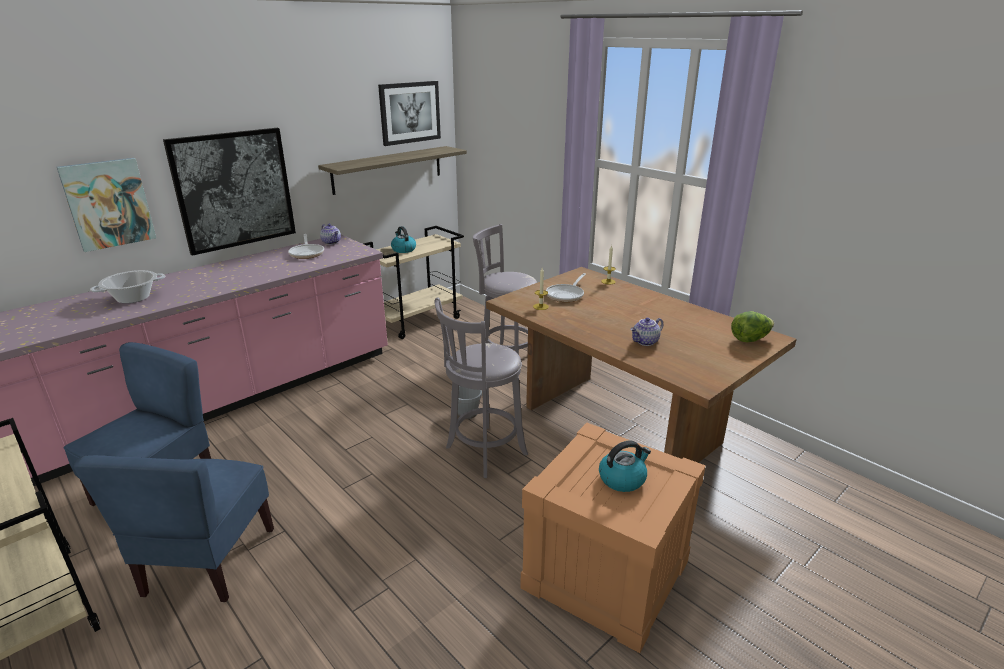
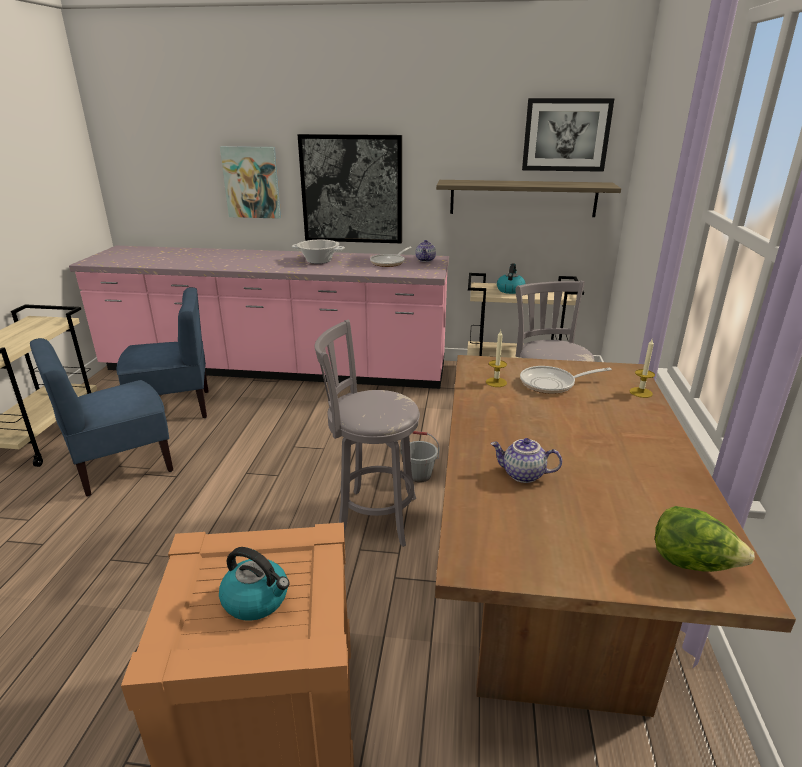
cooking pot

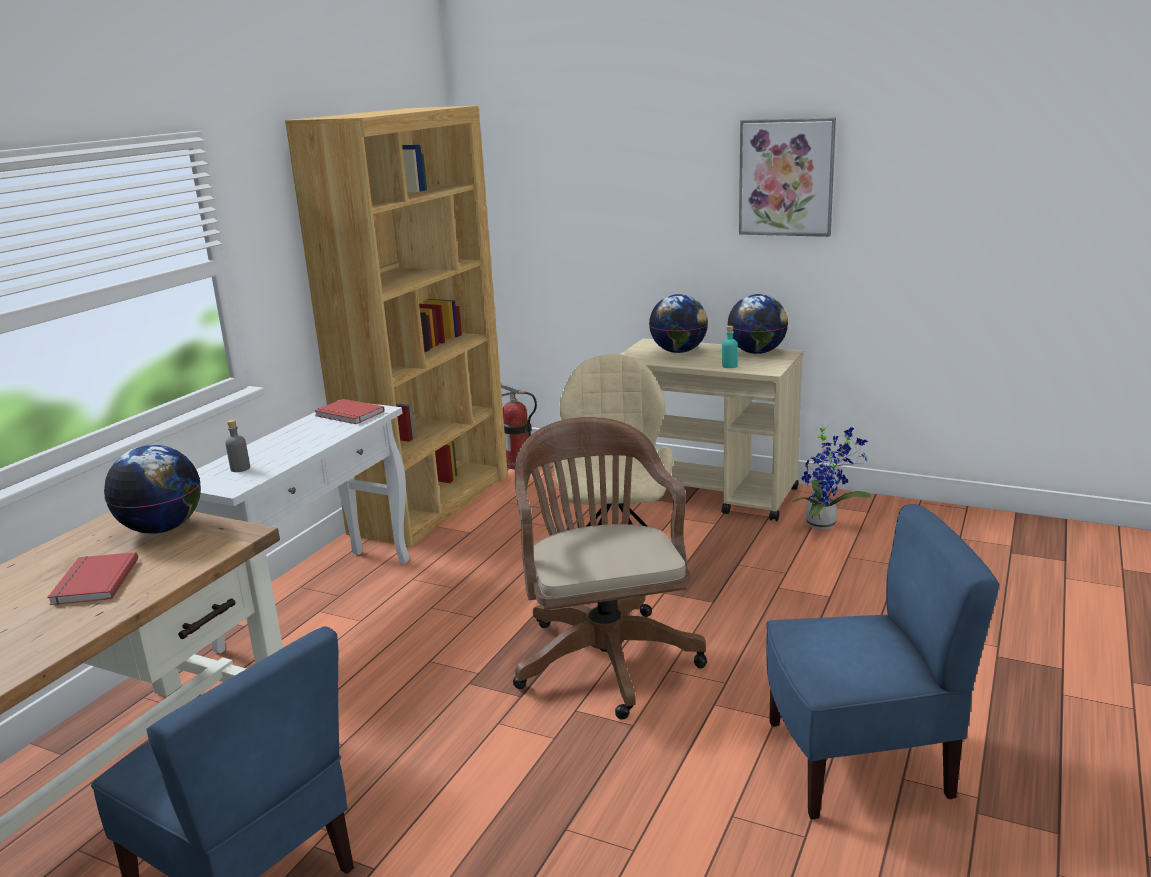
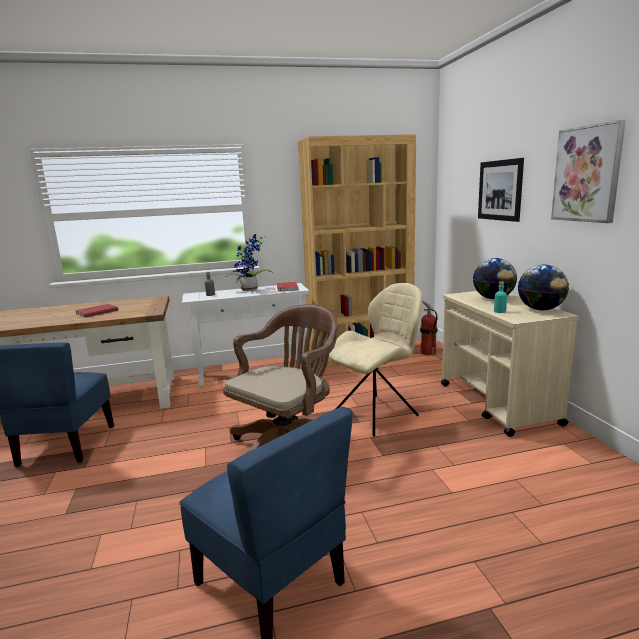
potted plant; desk globe (no. 1 from left in the first image); wall picture (no. 1 from left)

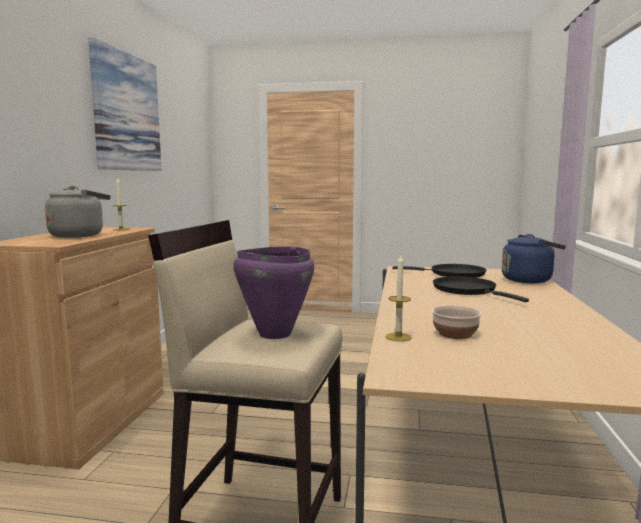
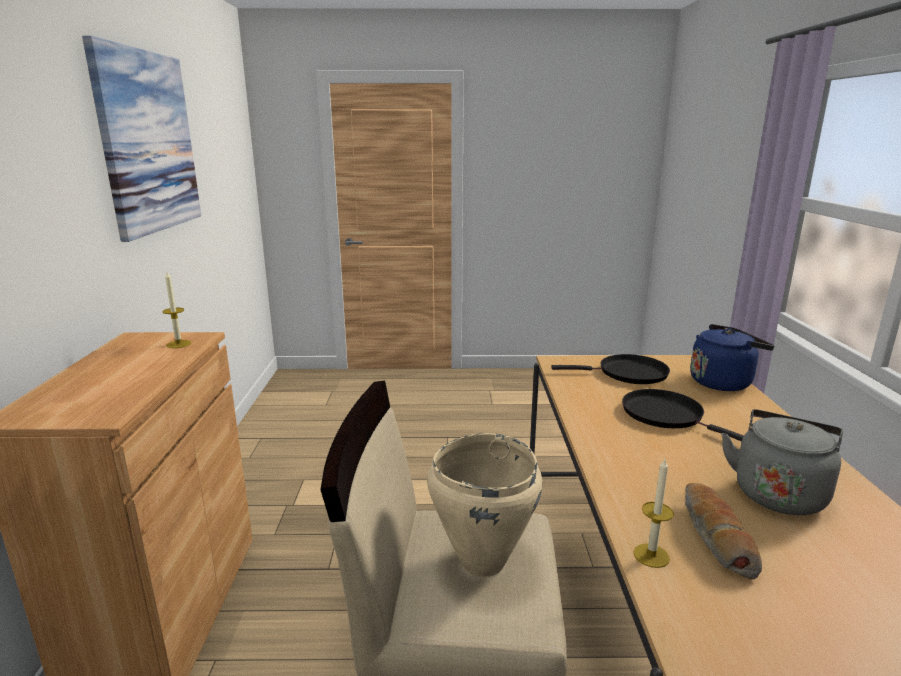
greyish kettle; sand-coloured cooking pot; bakery bread

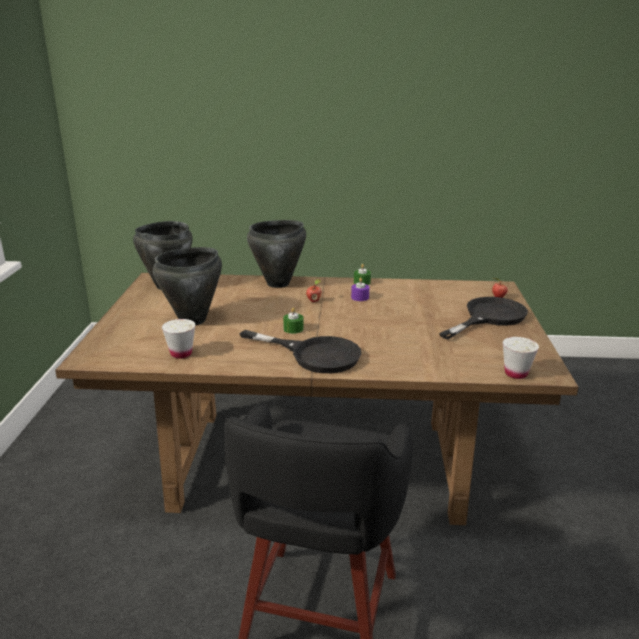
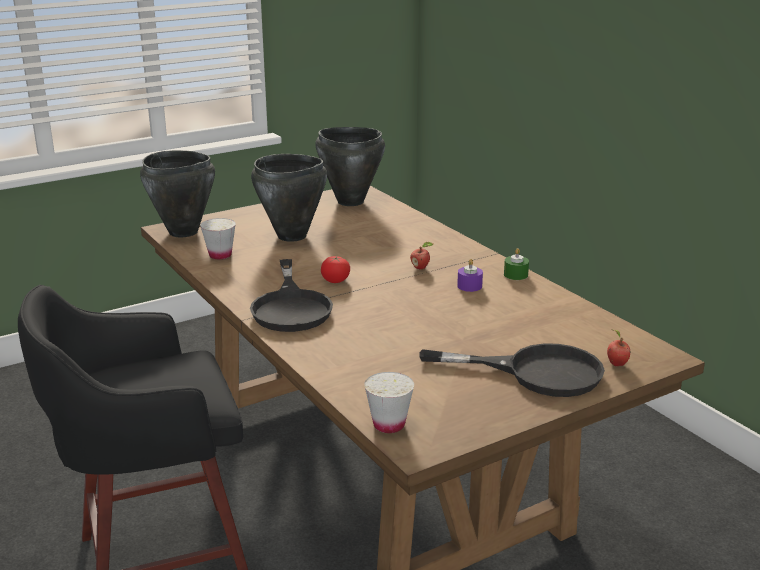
black-coloured cooking pot (no. 1 from left); whole tomato

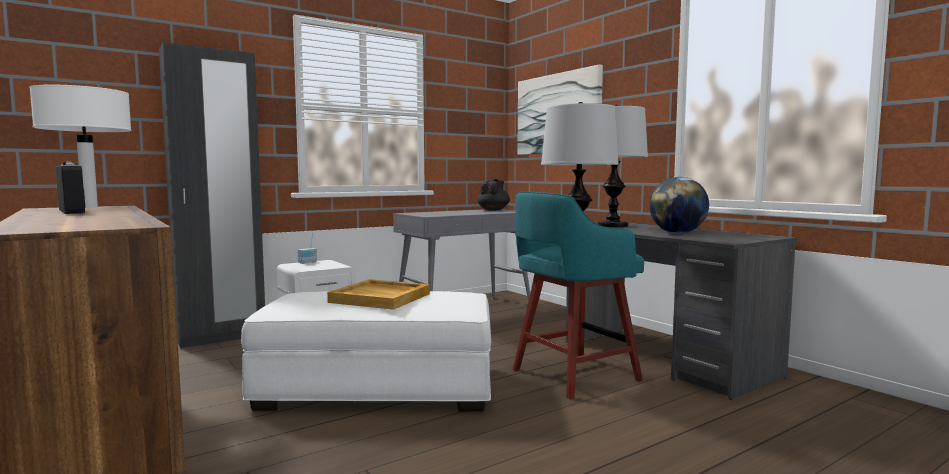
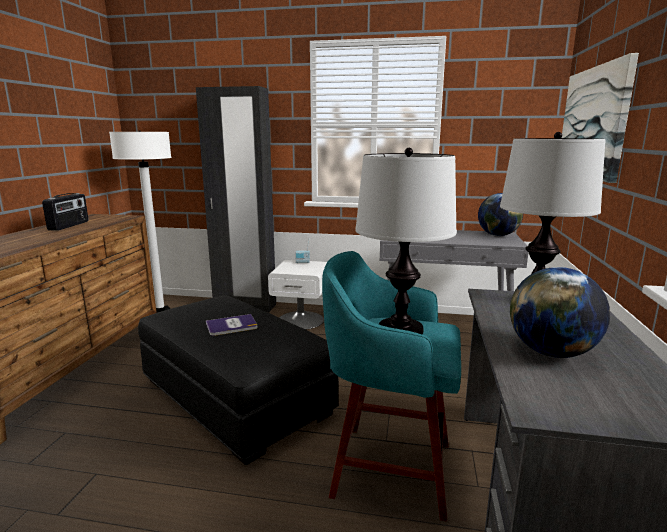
desk globe (no. 1 from left); volume; black-coloured footrest

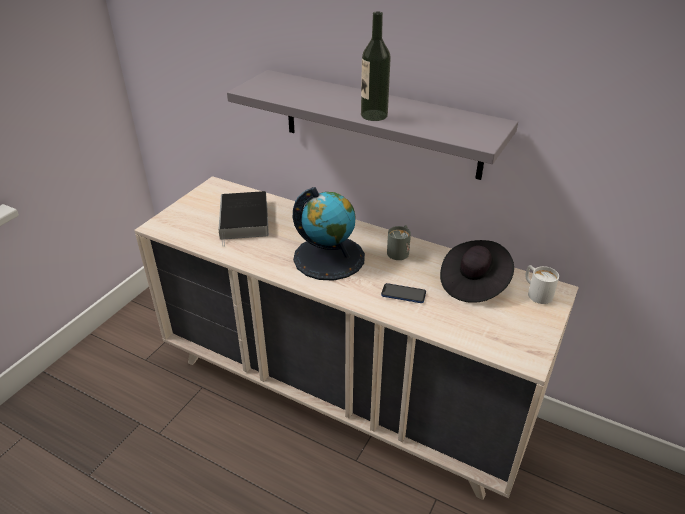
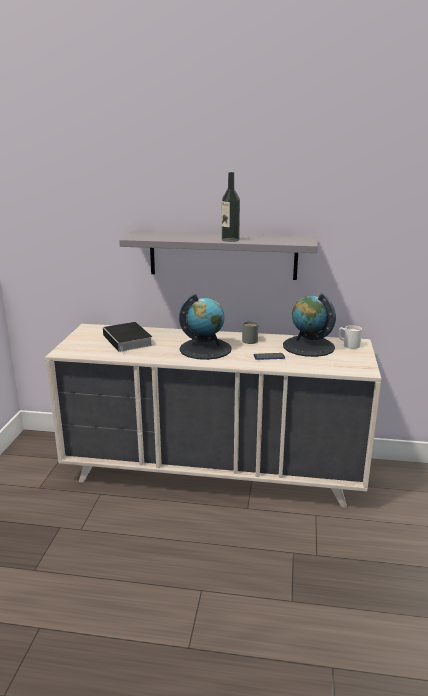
desk globe (no. 2 from left)

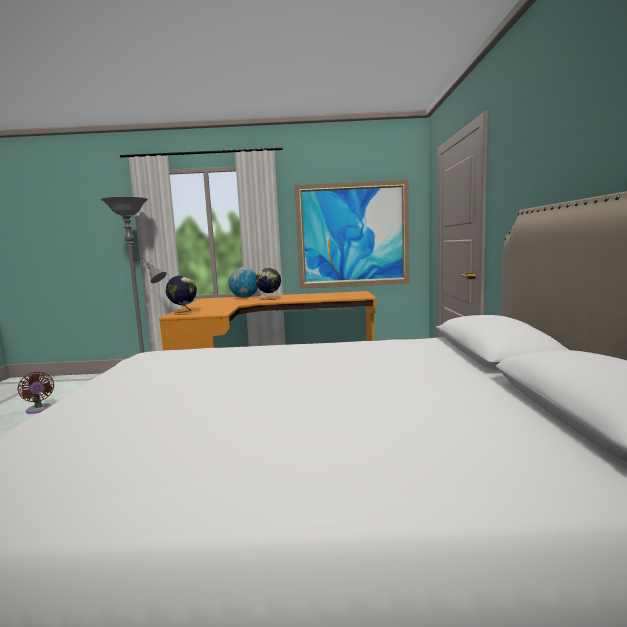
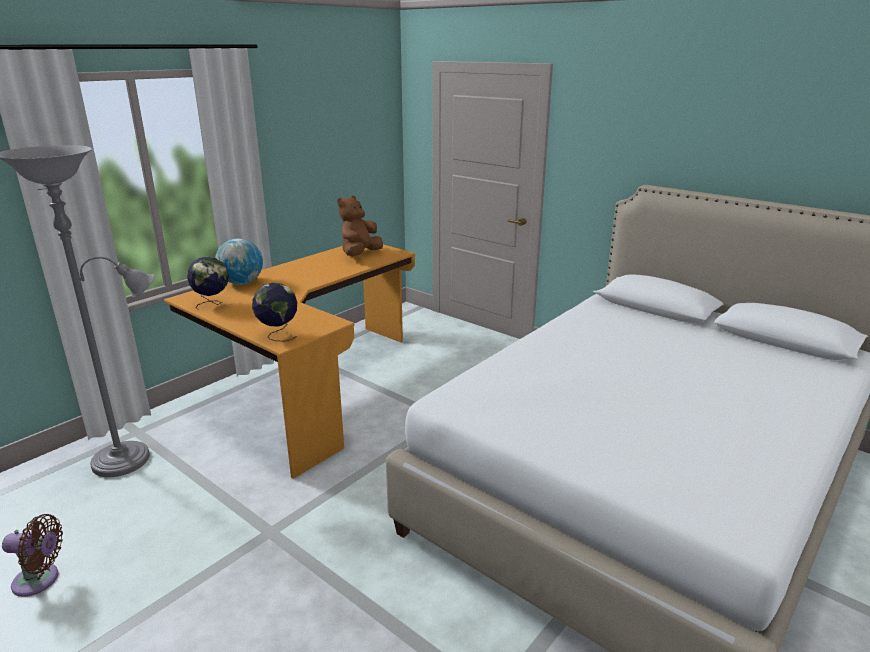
wall picture; desk globe (no. 1 from left); brownish plush toy

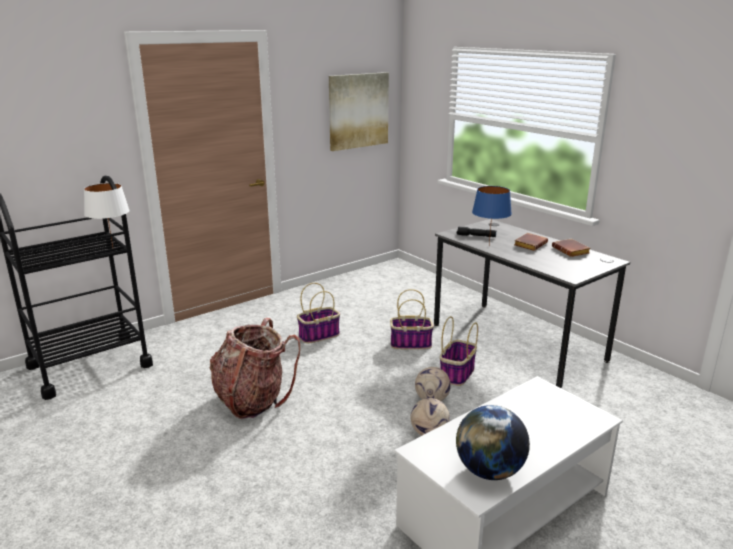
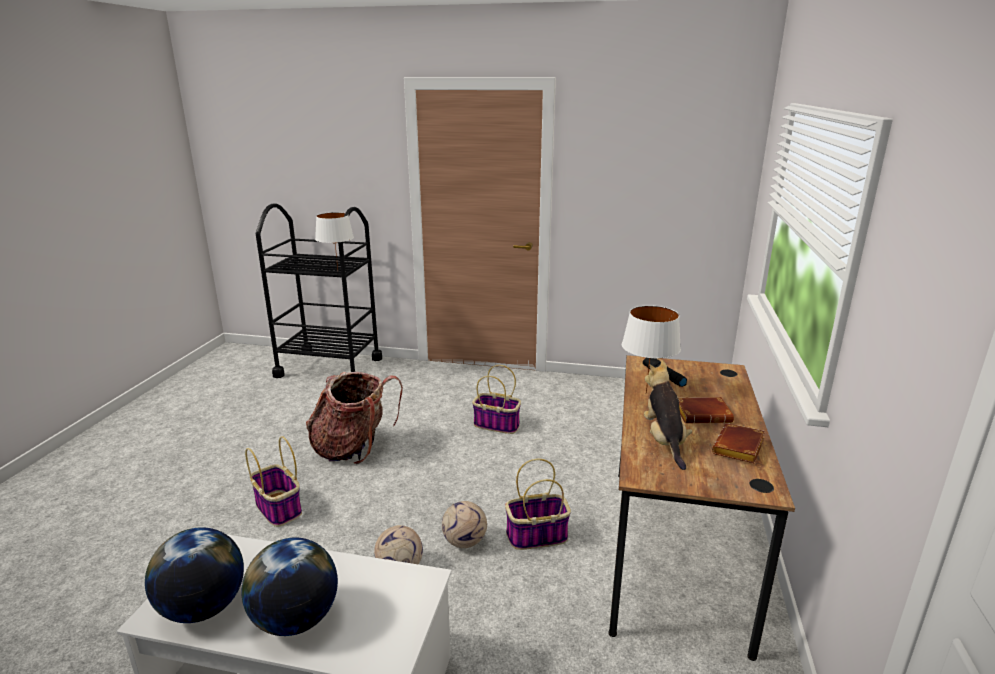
wall picture; white table lamp (no. 2 from left); brownish desk unit; household basket (no. 1 from left); plush toy; desk globe (no. 2 from left)

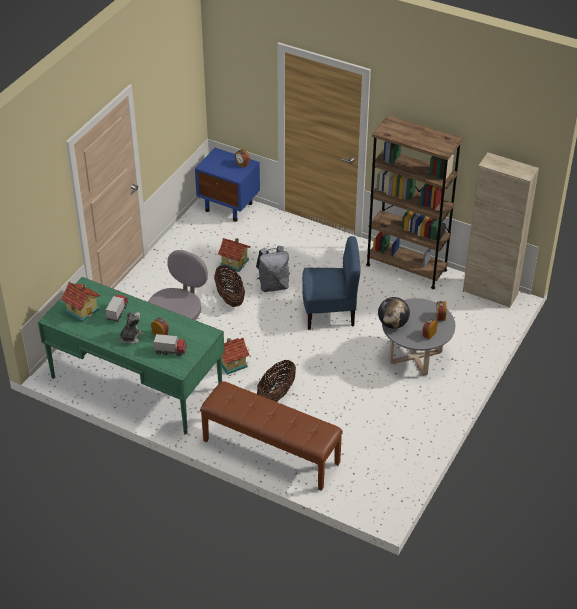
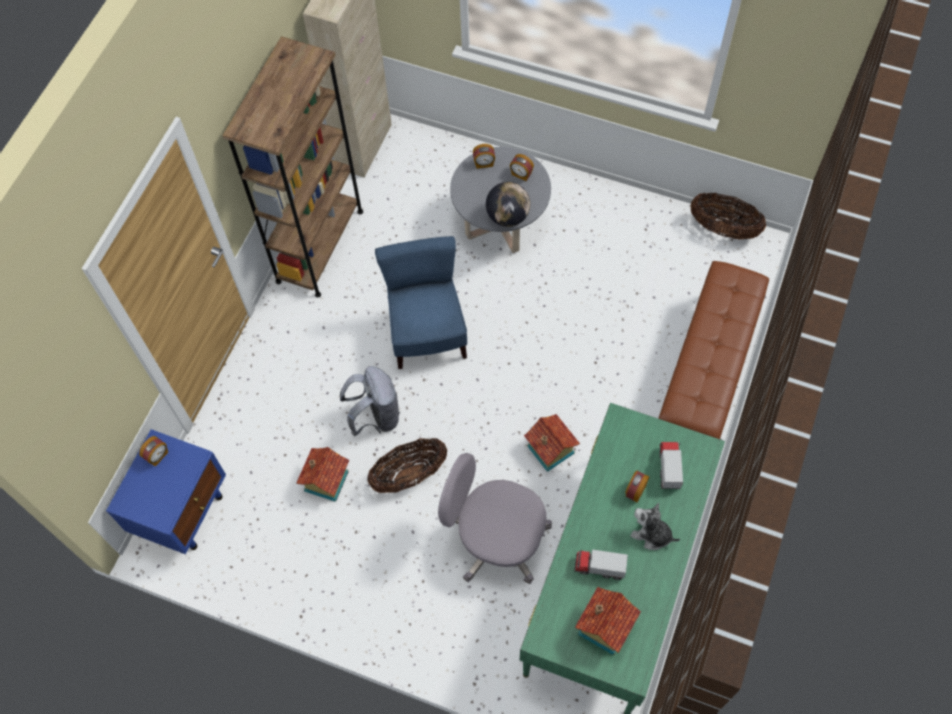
household basket (no. 2 from left)

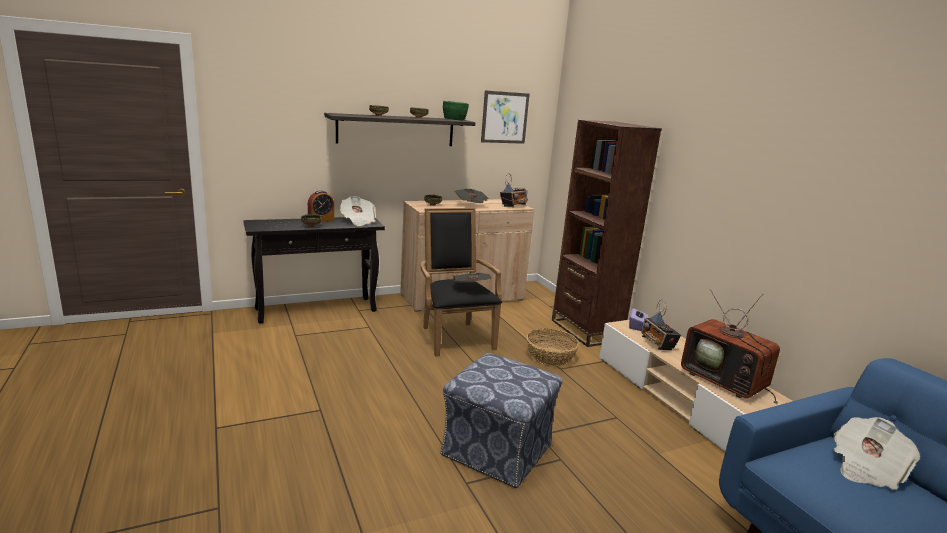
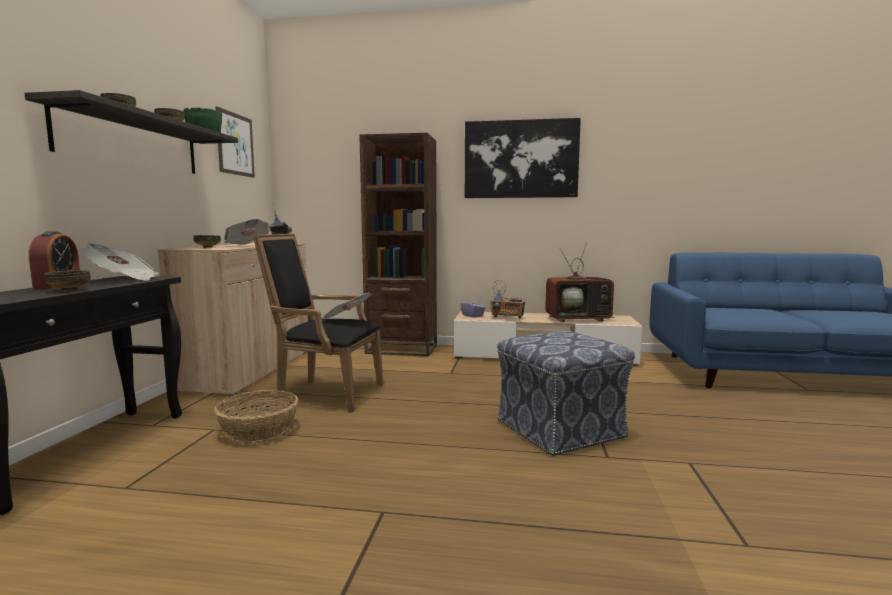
household basket; newspaper (no. 4 from left in the first image); wall picture (no. 2 from left)

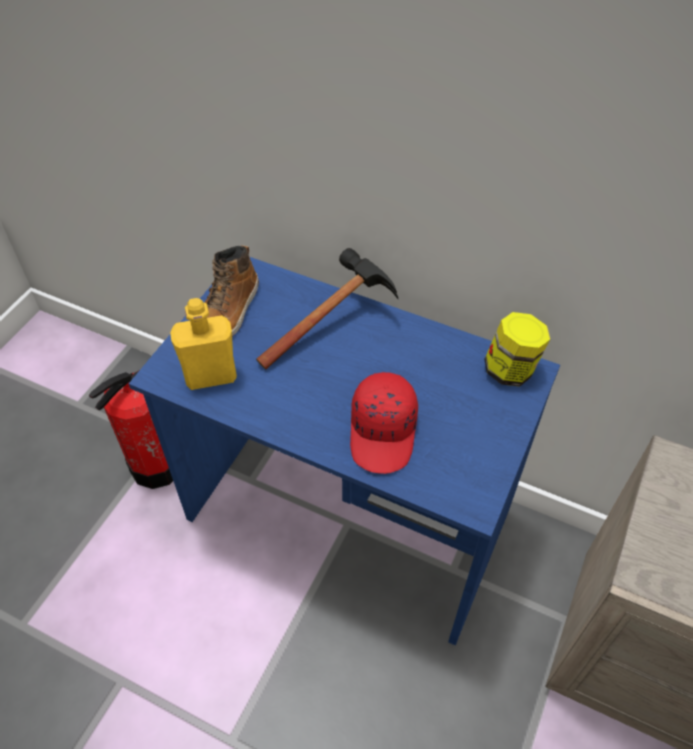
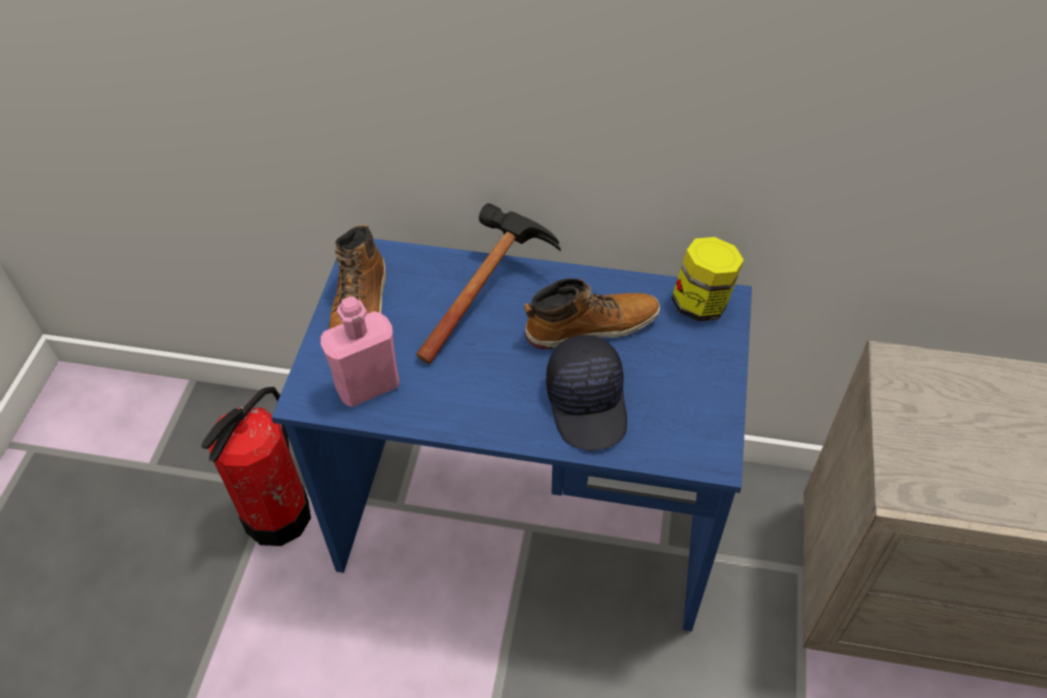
pinkish bottle; black-coloured baseball cap; high-top boot (no. 2 from left)

